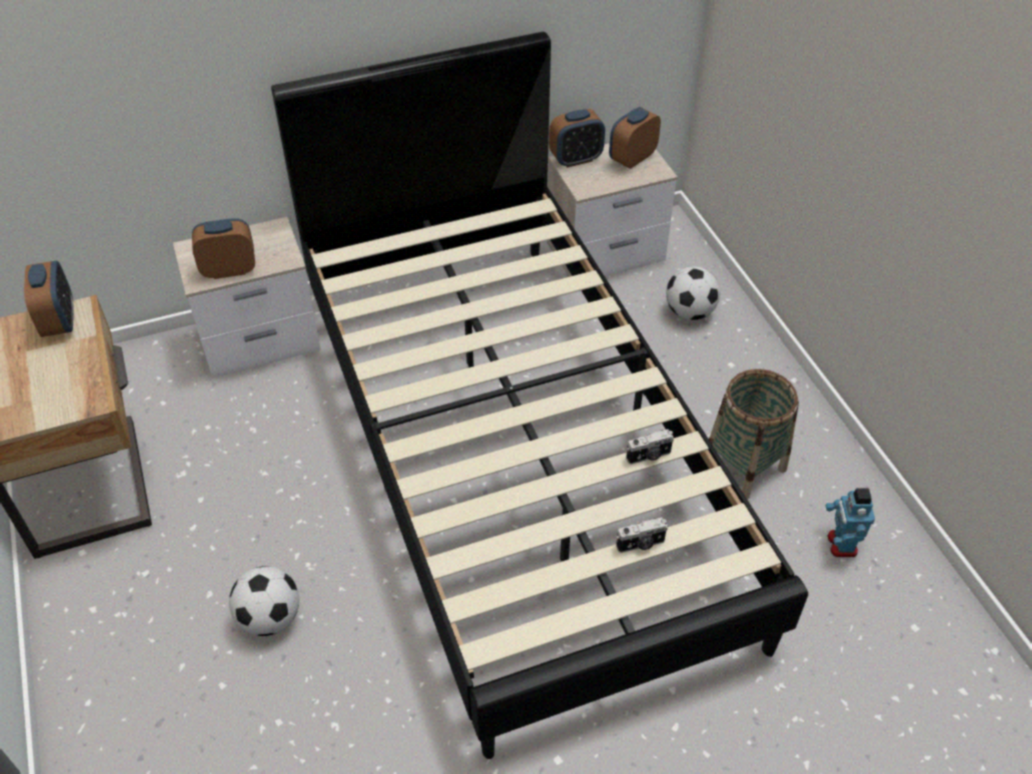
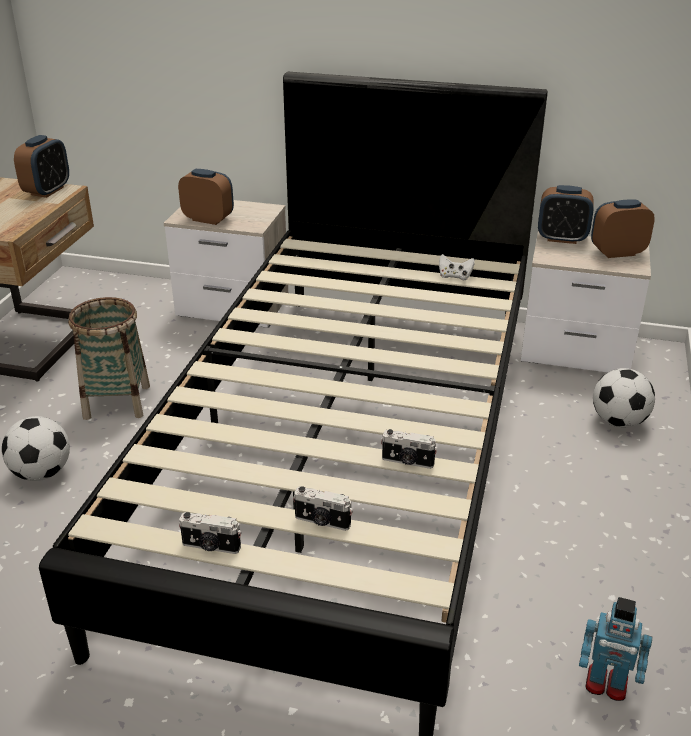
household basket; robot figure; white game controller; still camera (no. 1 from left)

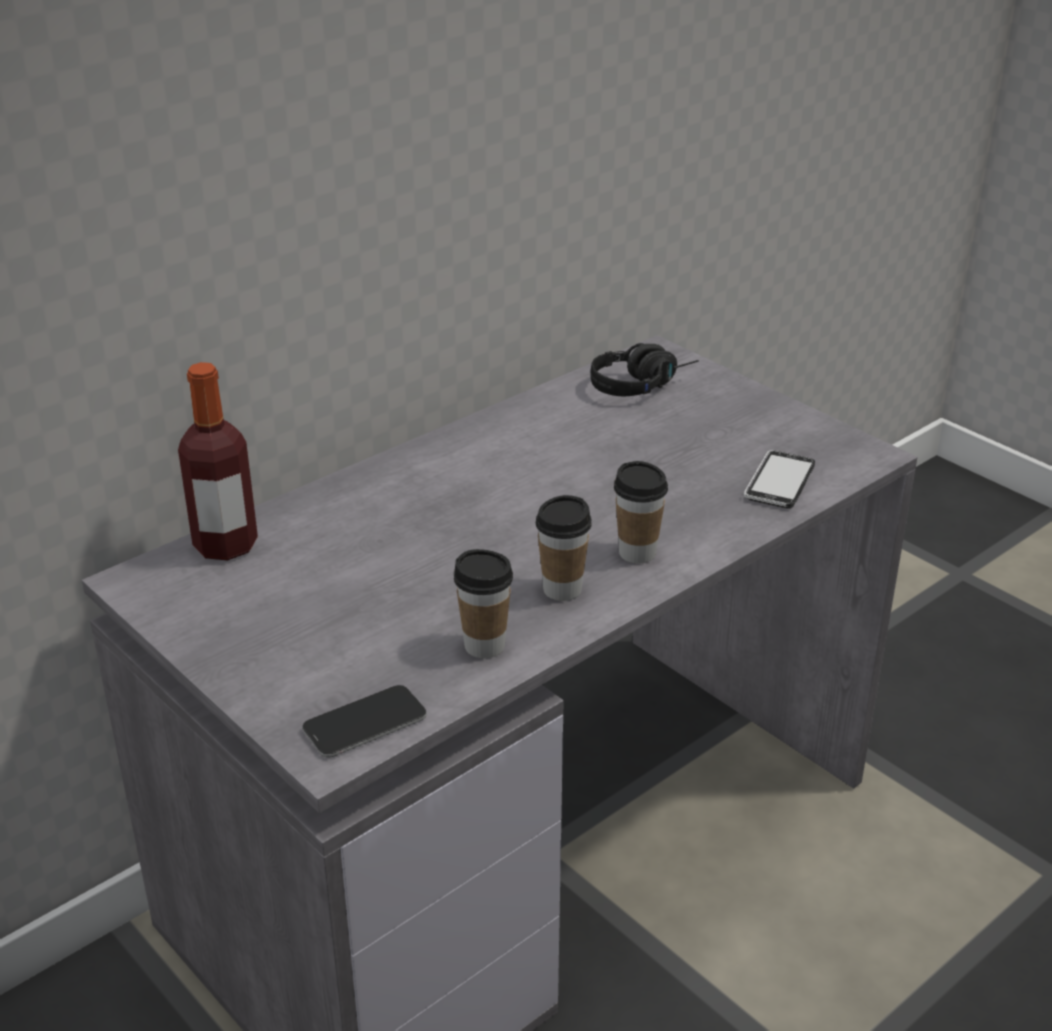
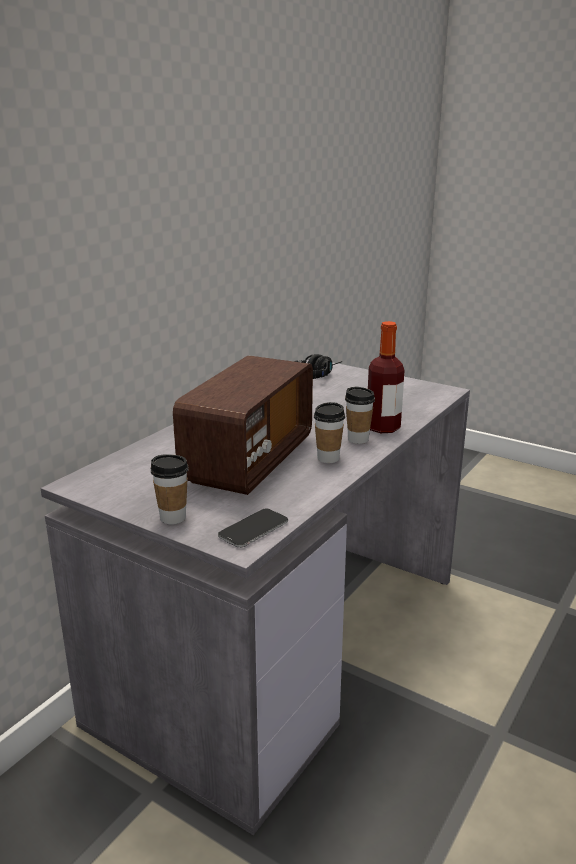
bottle; telephone (no. 2 from left in the first image); cup (no. 1 from left); radio

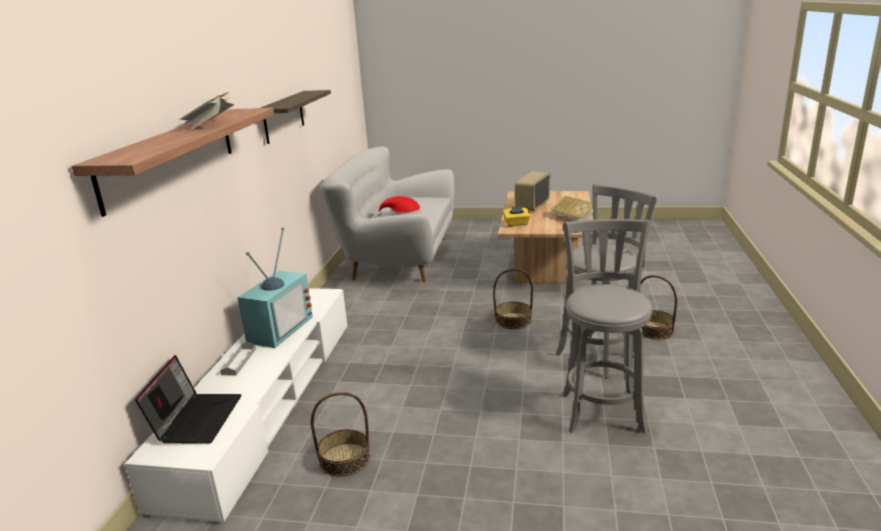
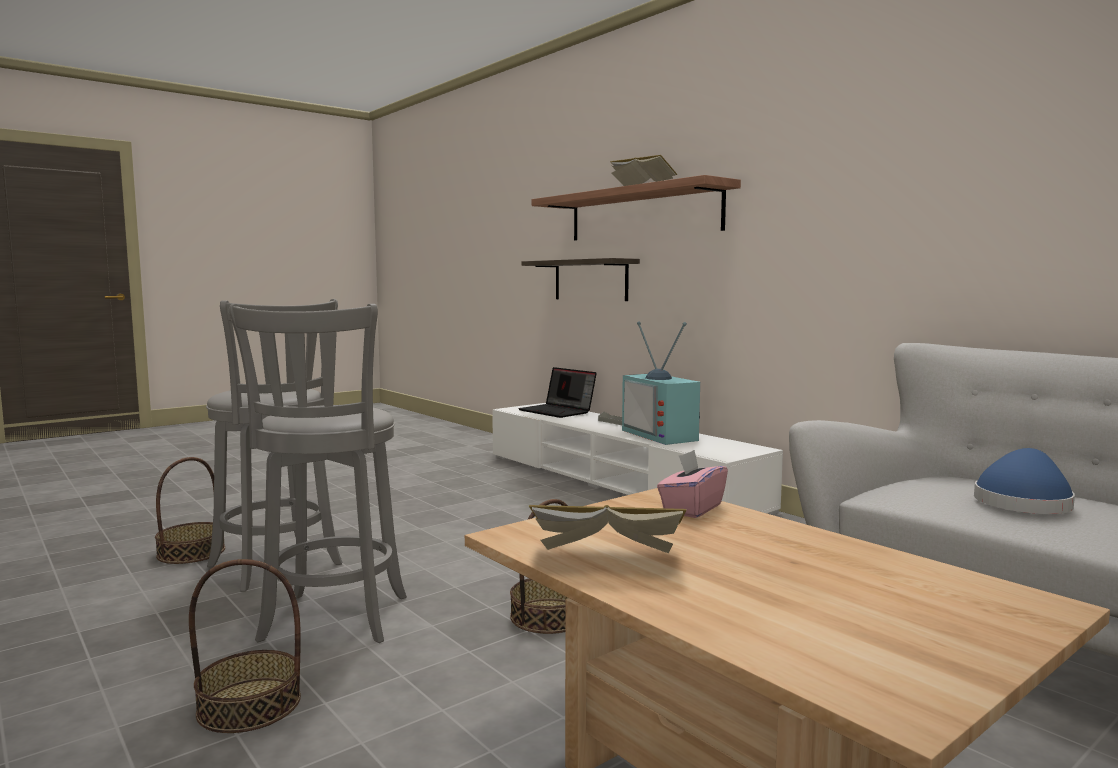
wall shelf (no. 1 from left); radio; blue hat; pinkish tissue holder; household basket (no. 1 from left)

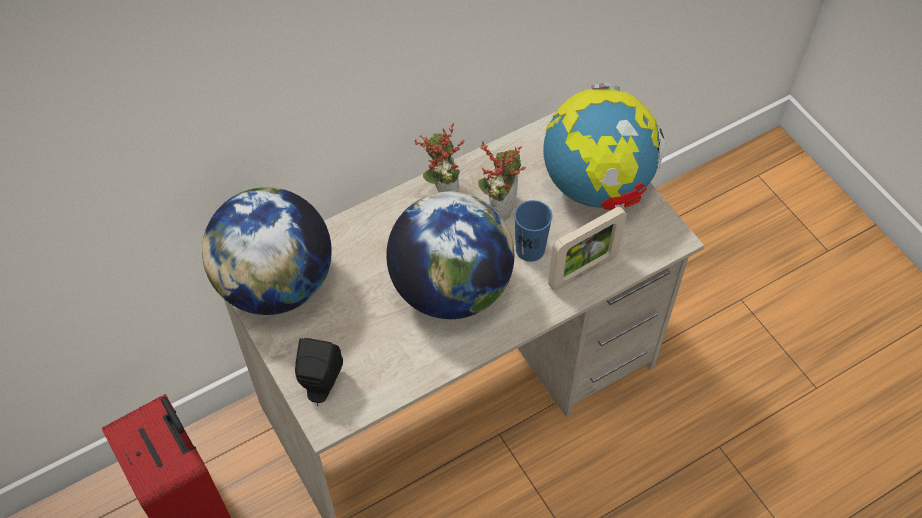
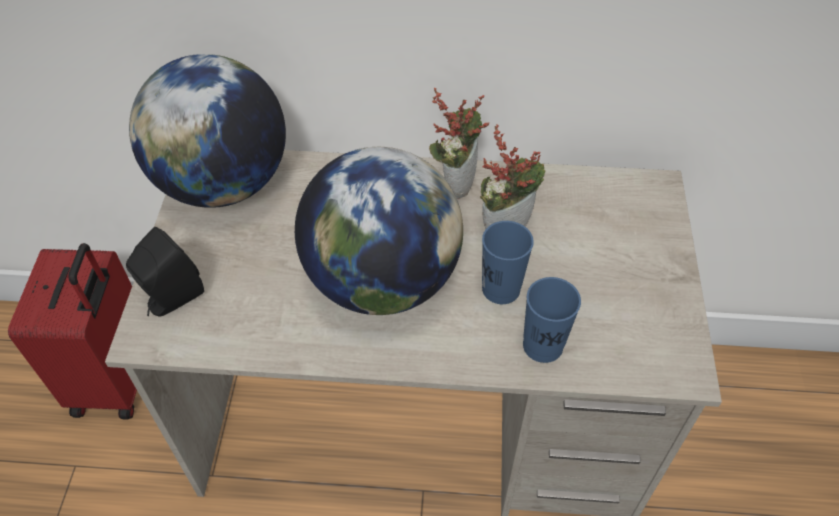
desk globe (no. 3 from left in the first image); blue cup (no. 2 from left)

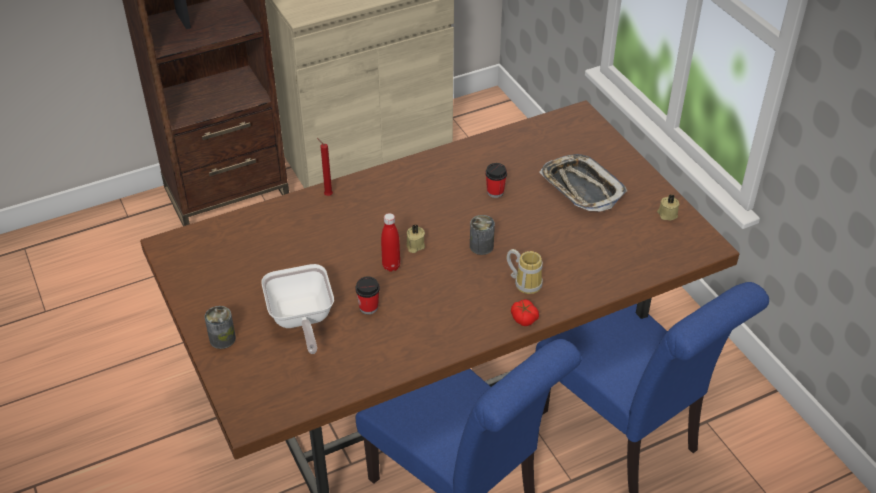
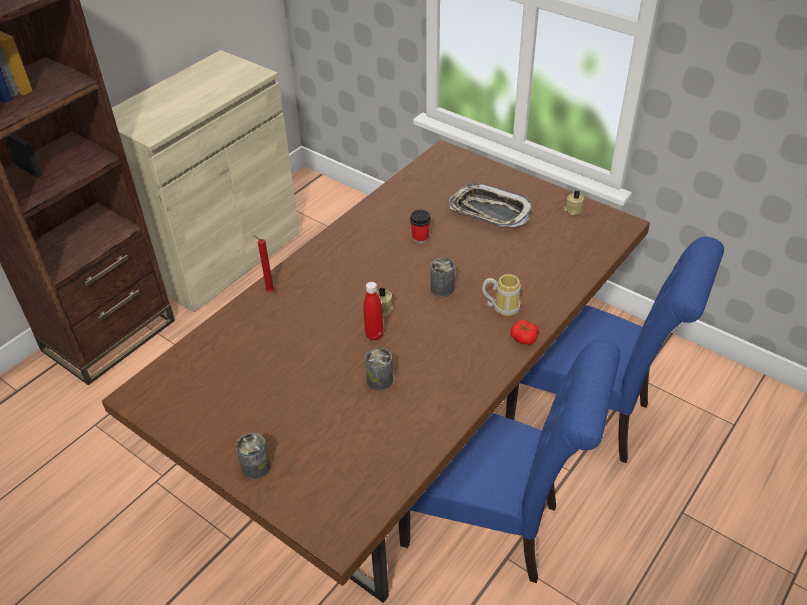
pan; can (no. 2 from left)

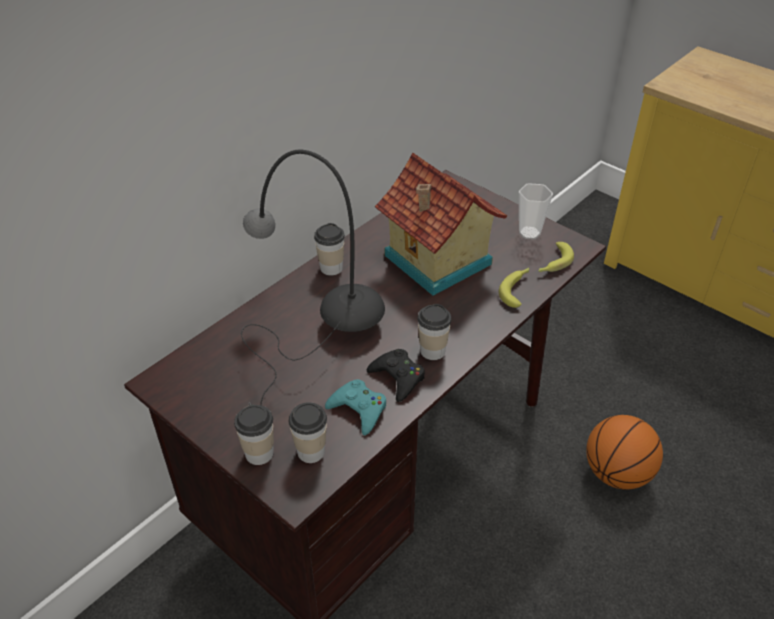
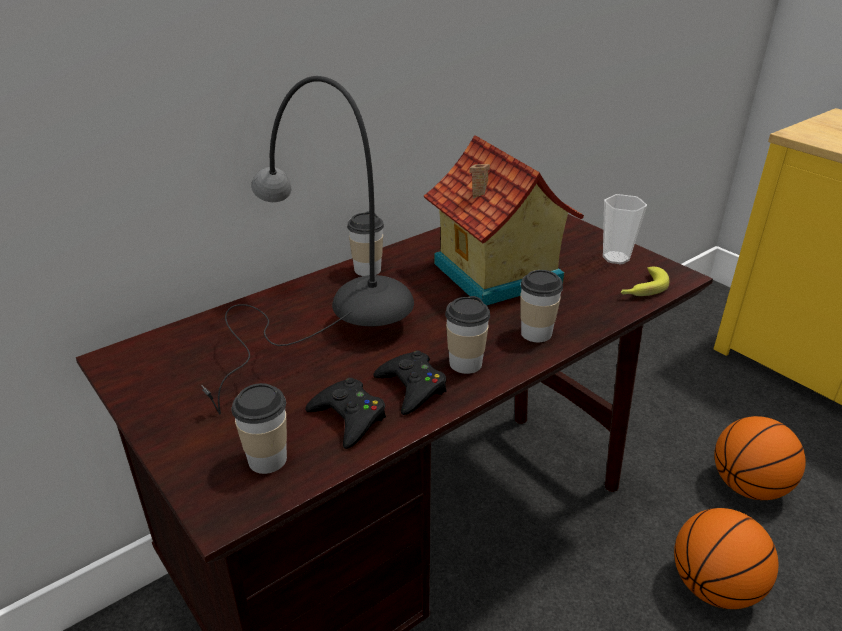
whole banana (no. 1 from left in the first image); black-coloured game controller (no. 1 from left); cup (no. 4 from left); basketball (no. 2 from left)

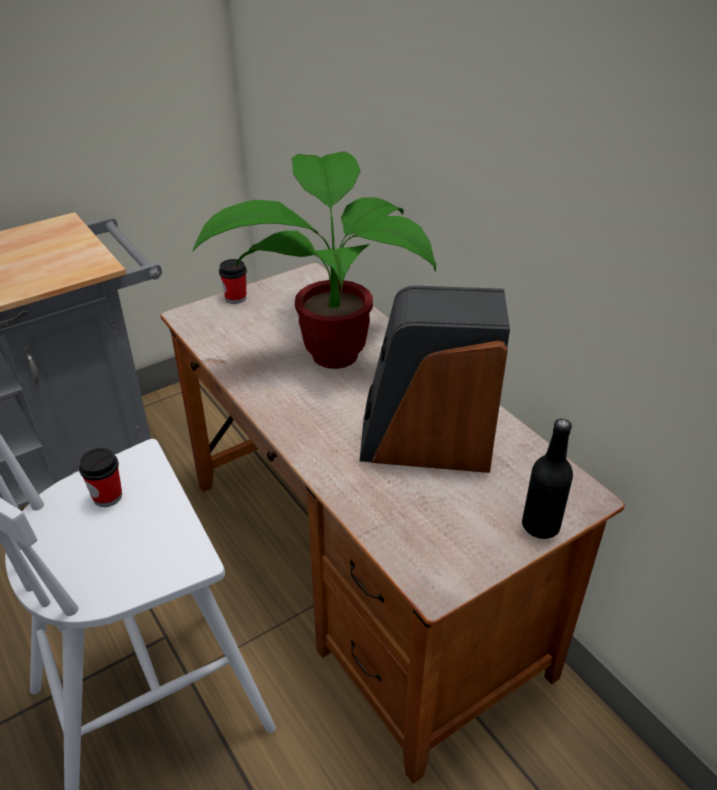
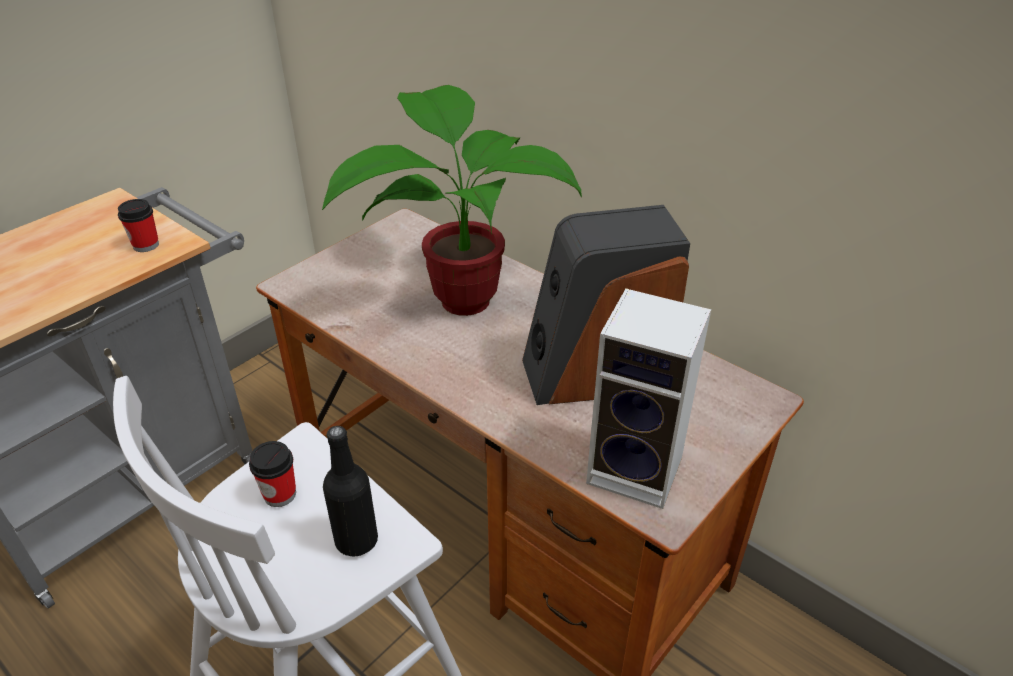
cup (no. 1 from left); black-coloured bottle; loudspeaker (no. 2 from left)

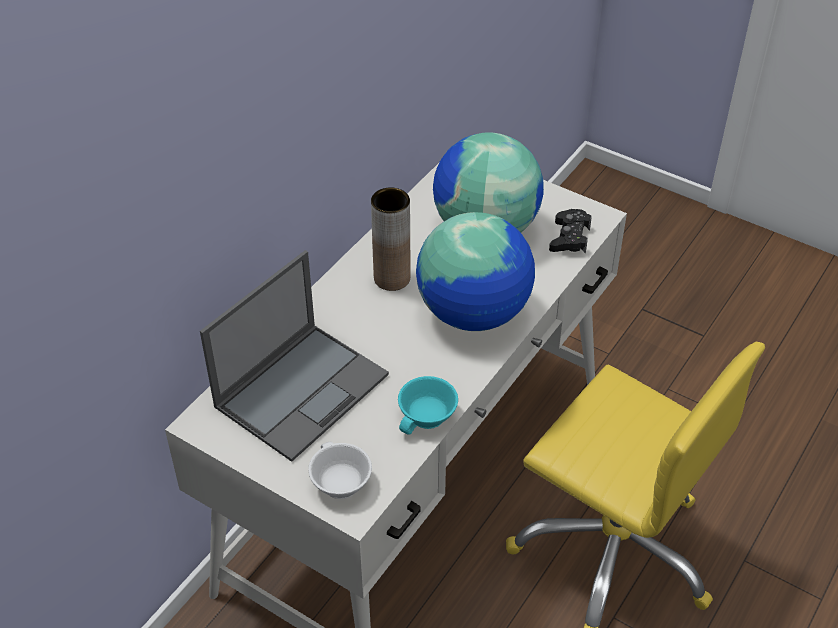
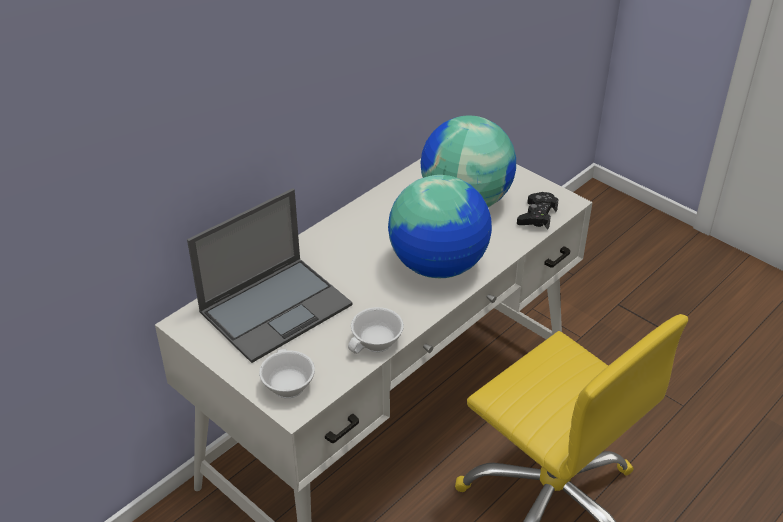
brownish decorative vase; white cup (no. 2 from left)

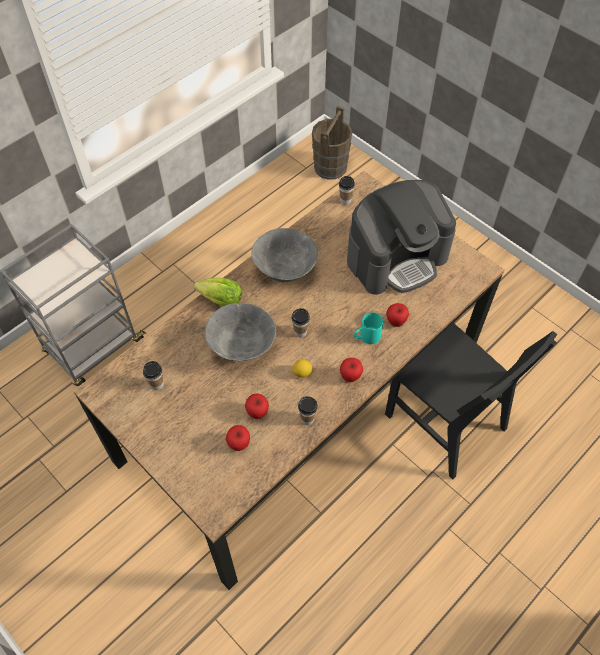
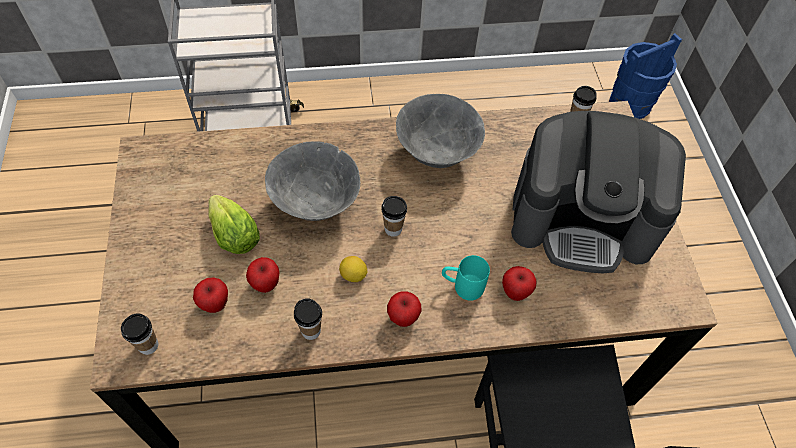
blue pail; lettuce; cup (no. 1 from left)

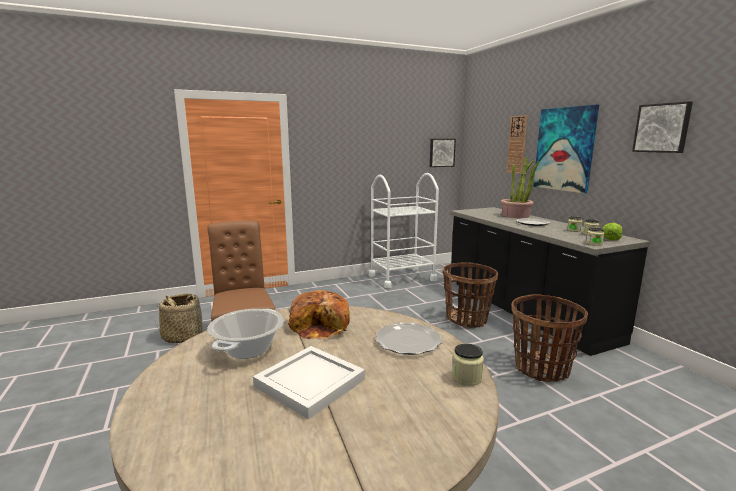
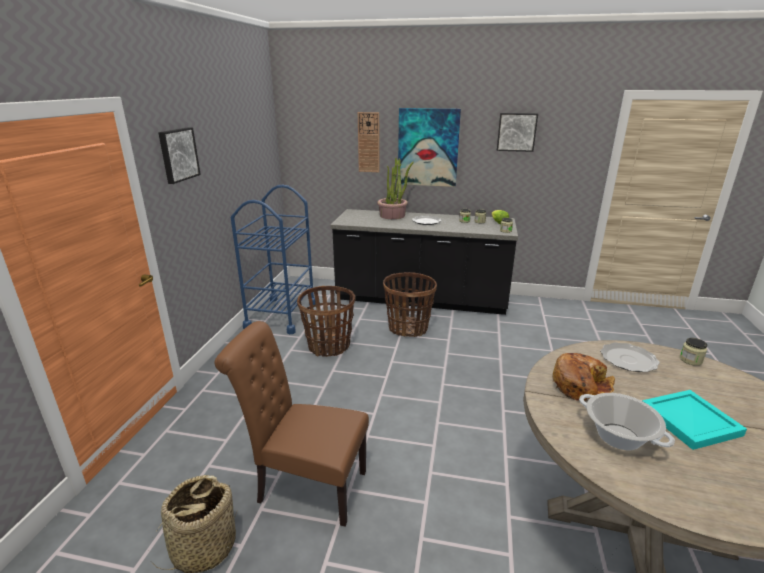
wall picture (no. 1 from left); blue wheeled cart; household basket (no. 2 from left); turquoise tray

